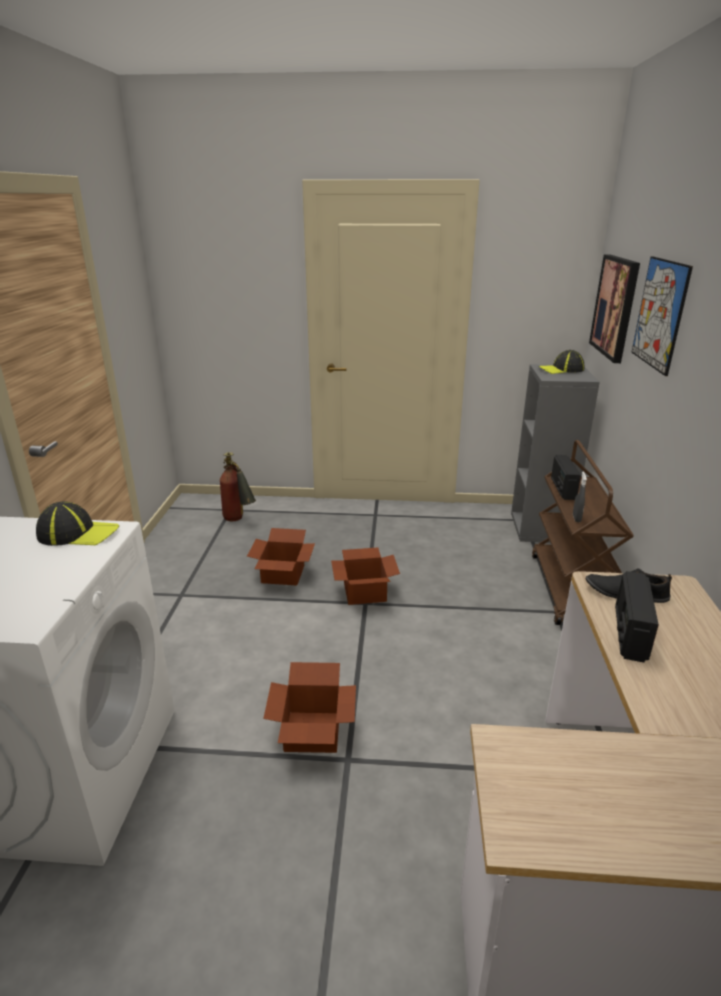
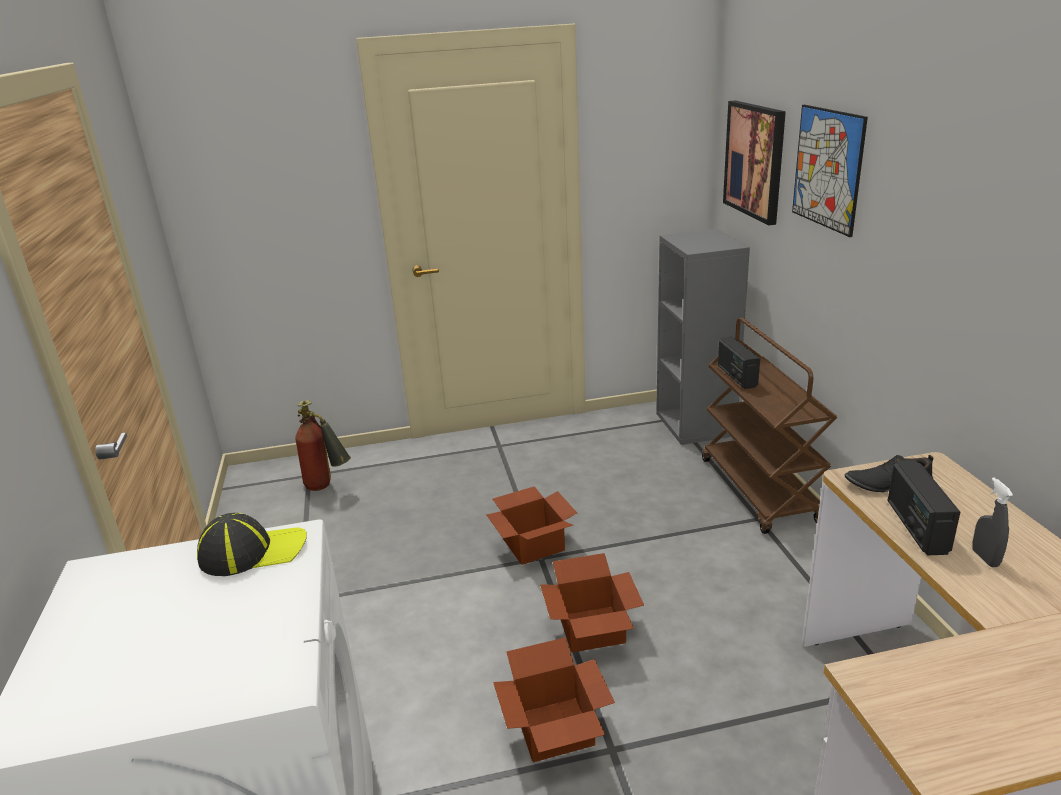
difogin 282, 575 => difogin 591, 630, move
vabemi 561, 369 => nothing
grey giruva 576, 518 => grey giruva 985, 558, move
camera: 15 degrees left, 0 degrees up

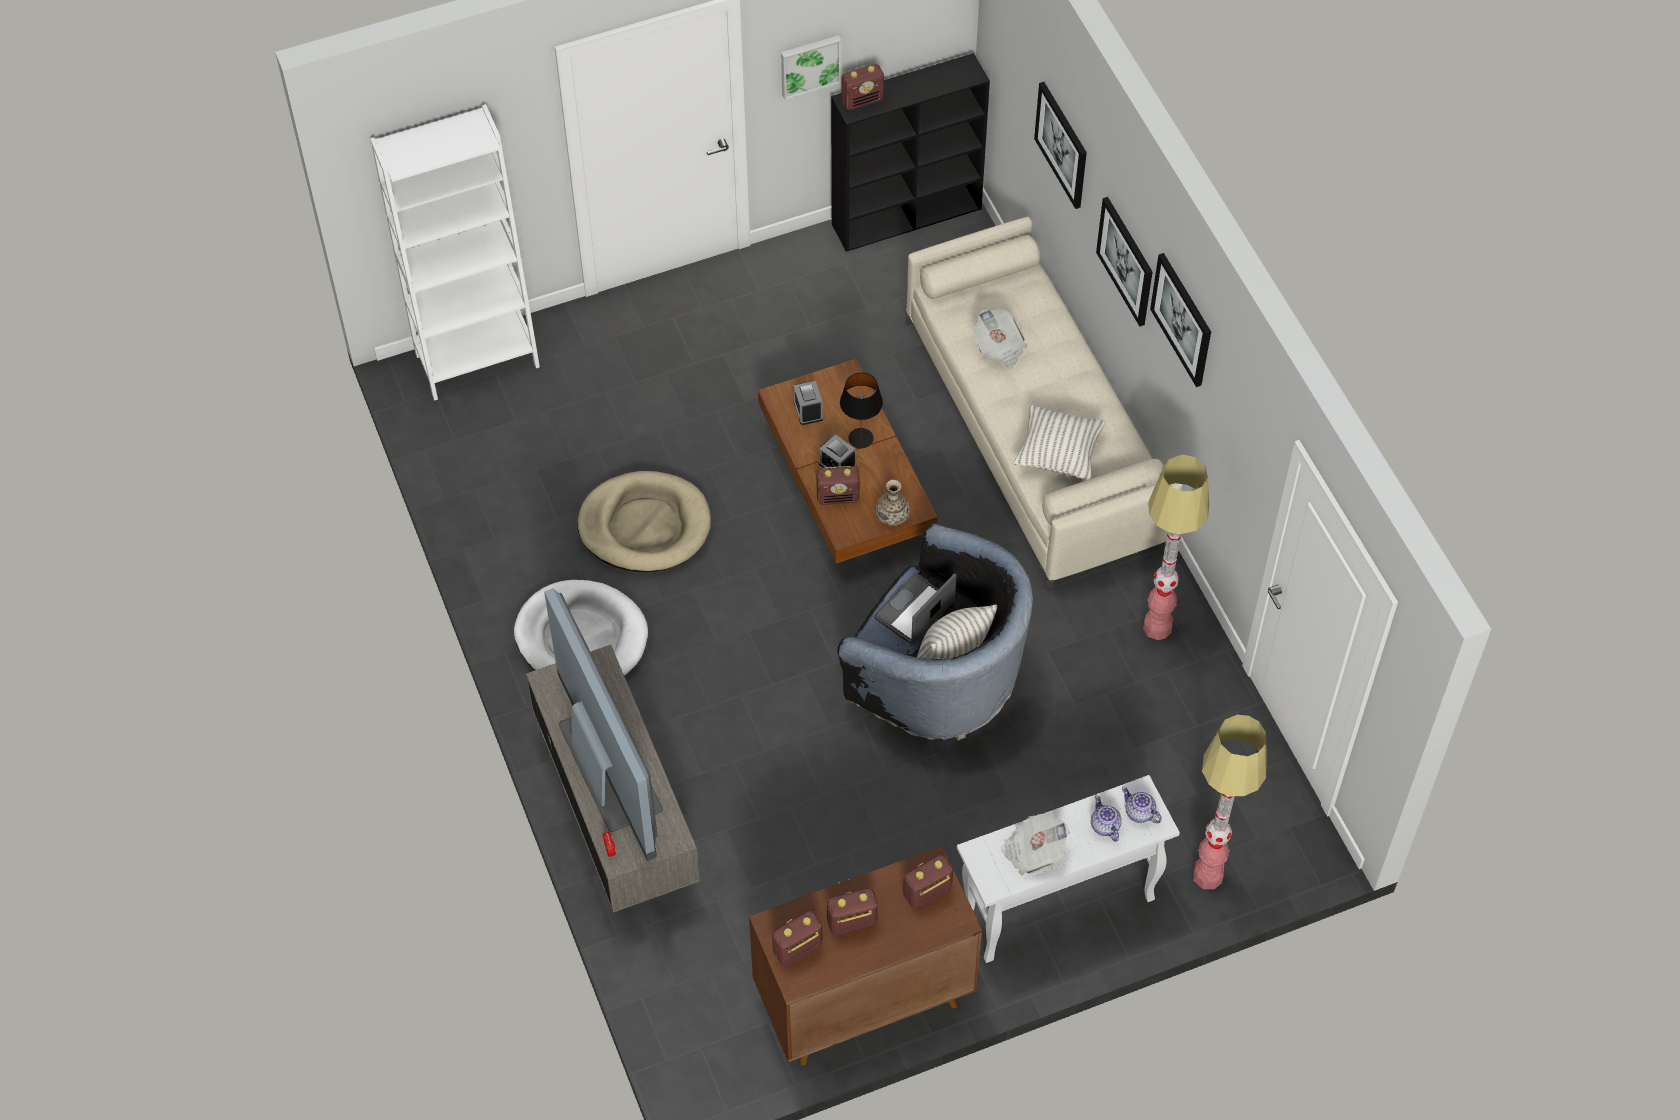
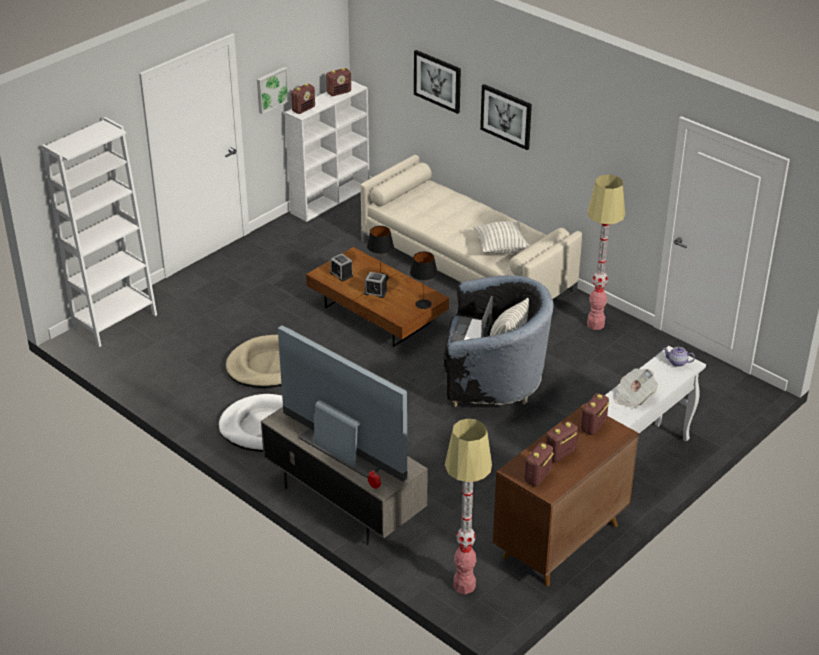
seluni 838, 497 => seluni 339, 92, move
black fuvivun 908, 215 => white fuvivun 331, 199
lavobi 892, 516 => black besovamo 423, 304
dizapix 999, 347 => nothing
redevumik 1105, 826 => nothing
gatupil 1182, 319 => nothing
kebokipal 1207, 876 => kebokipal 464, 586, move
camera: 25 degrees left, 20 degrees down

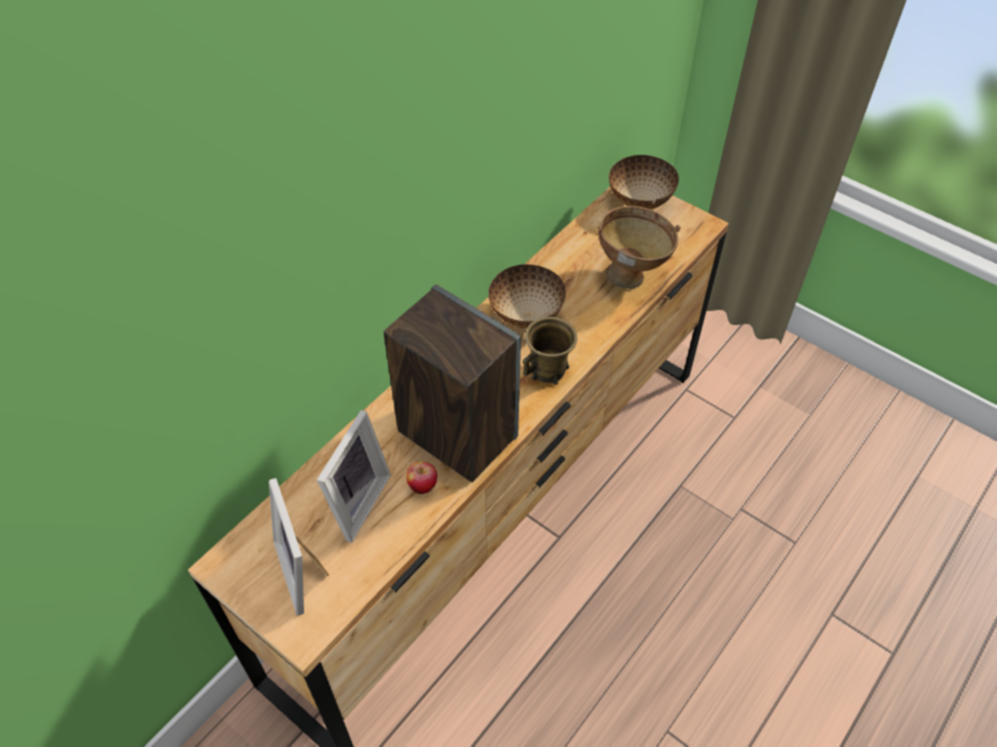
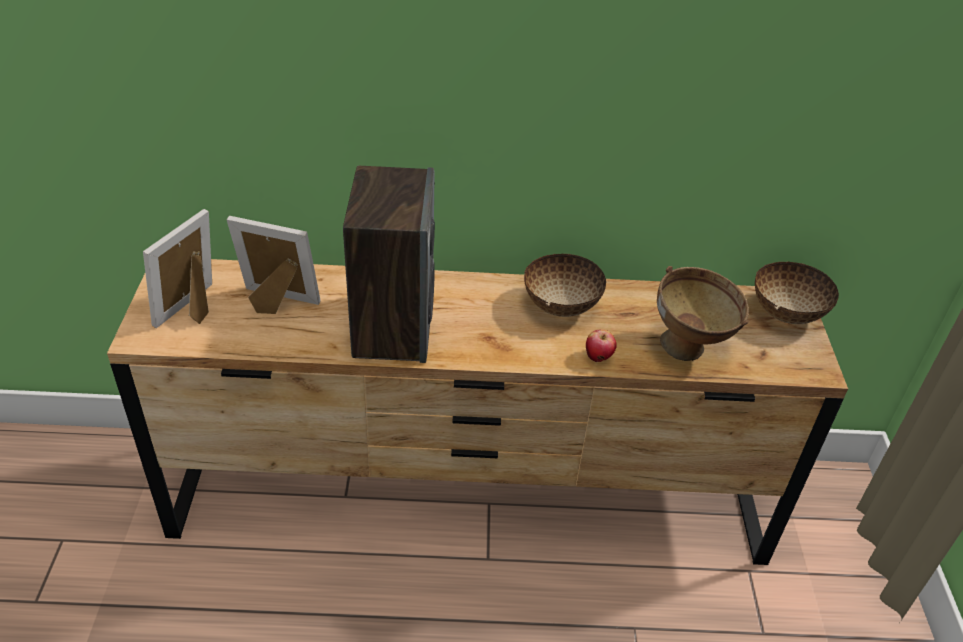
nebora 355, 502 => nebora 277, 304, 150 degrees counterclockwise
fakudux 422, 486 => fakudux 598, 357, move
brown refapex 548, 370 => nothing
camera: 50 degrees right, 10 degrees down

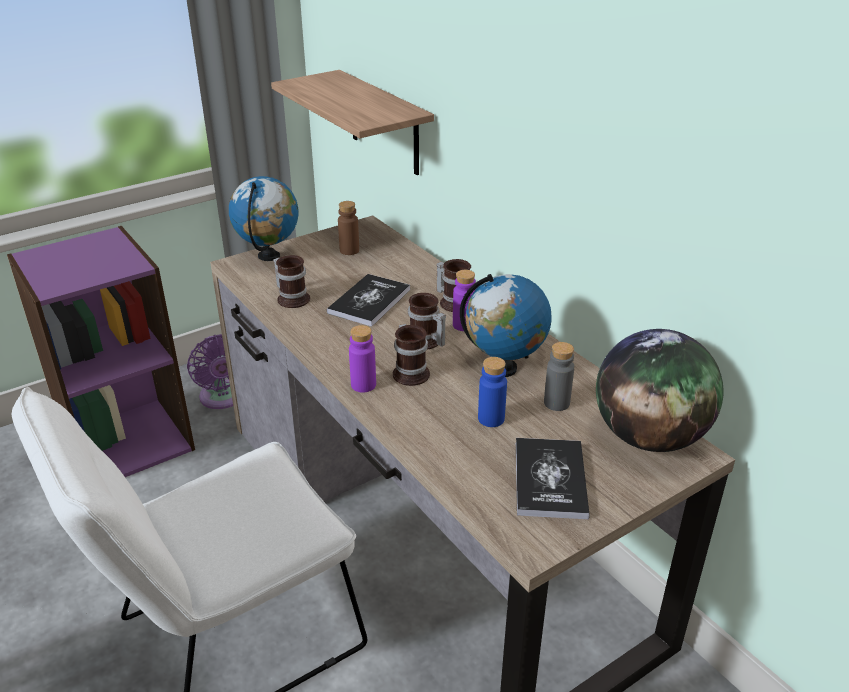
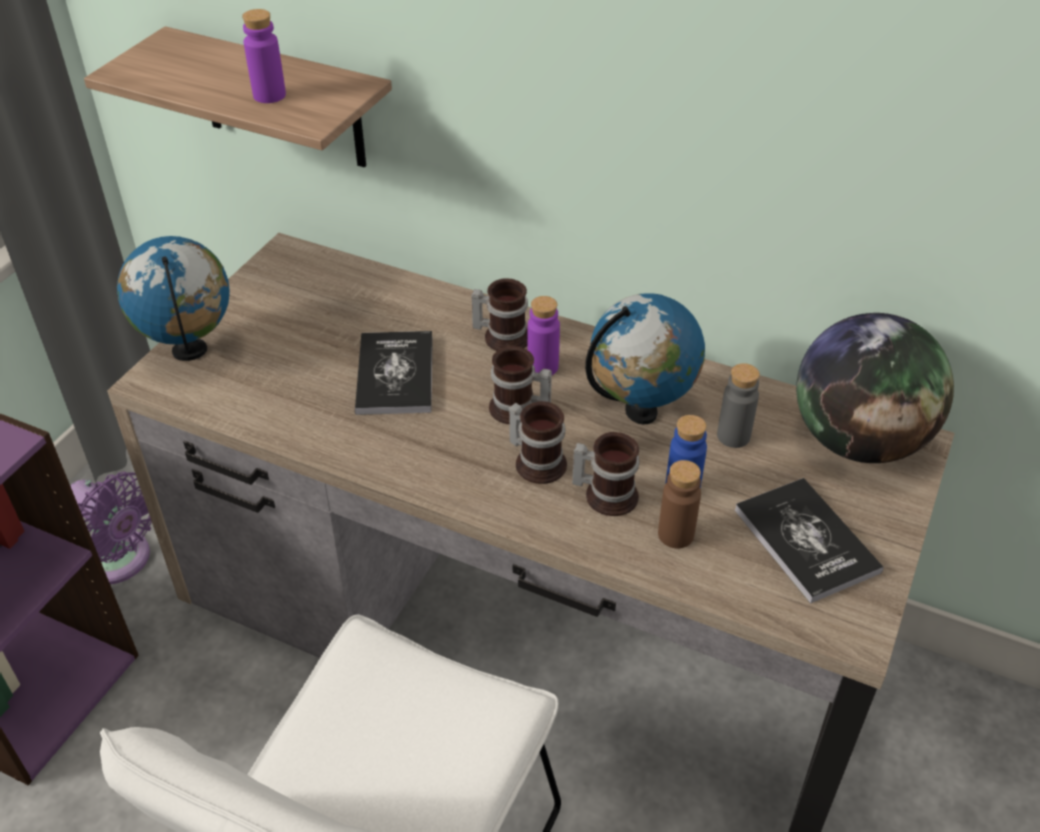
refapex 293, 298 => refapex 607, 493, move
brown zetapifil 349, 250 => brown zetapifil 675, 534, move
purple zetapifil 363, 385 => purple zetapifil 269, 95, move
camera: 30 degrees left, 10 degrees up

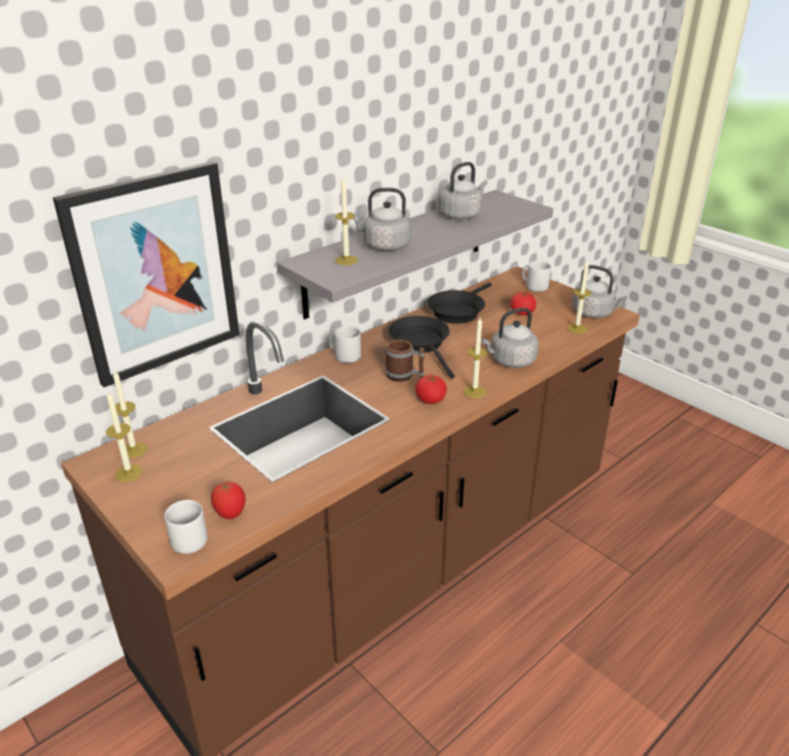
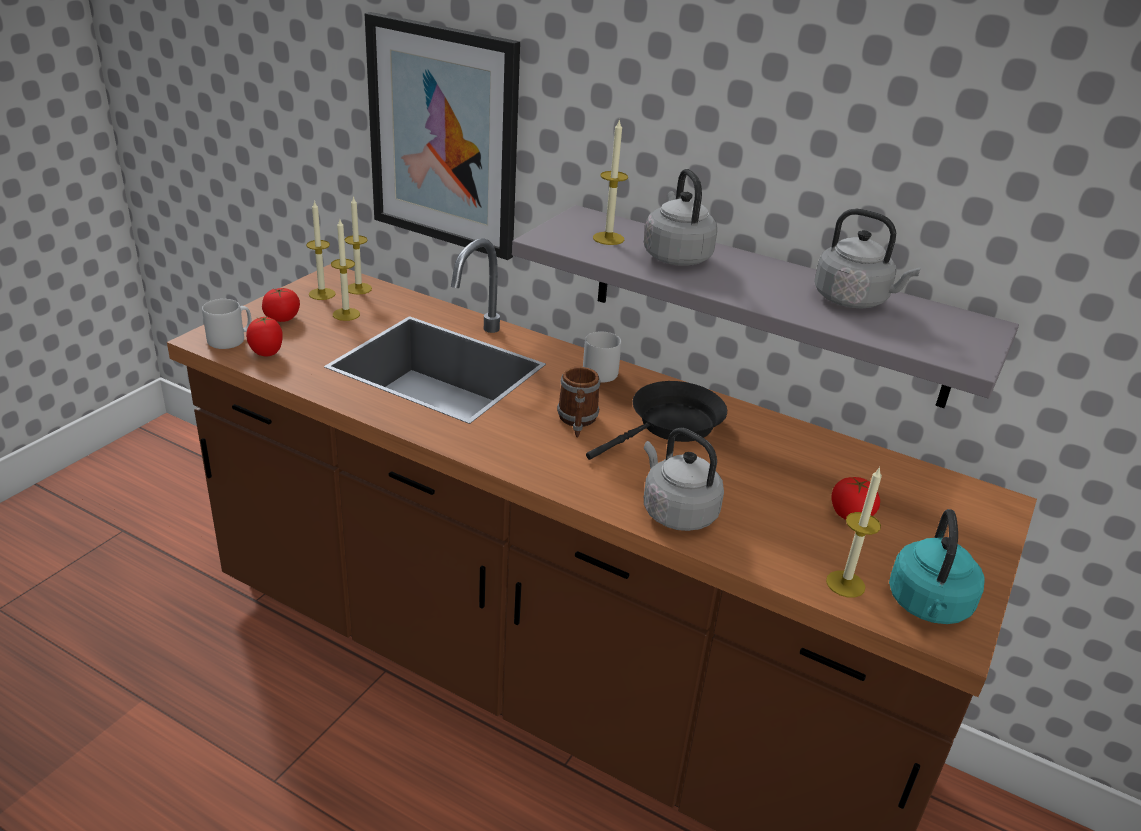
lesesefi 430, 400 => lesesefi 282, 318, move
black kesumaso 458, 311 => nothing
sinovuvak 474, 391 => sinovuvak 346, 314, move
grey refapex 534, 286 => nothing
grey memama 594, 313 => turquoise memama 928, 607
camera: 70 degrees right, 0 degrees up

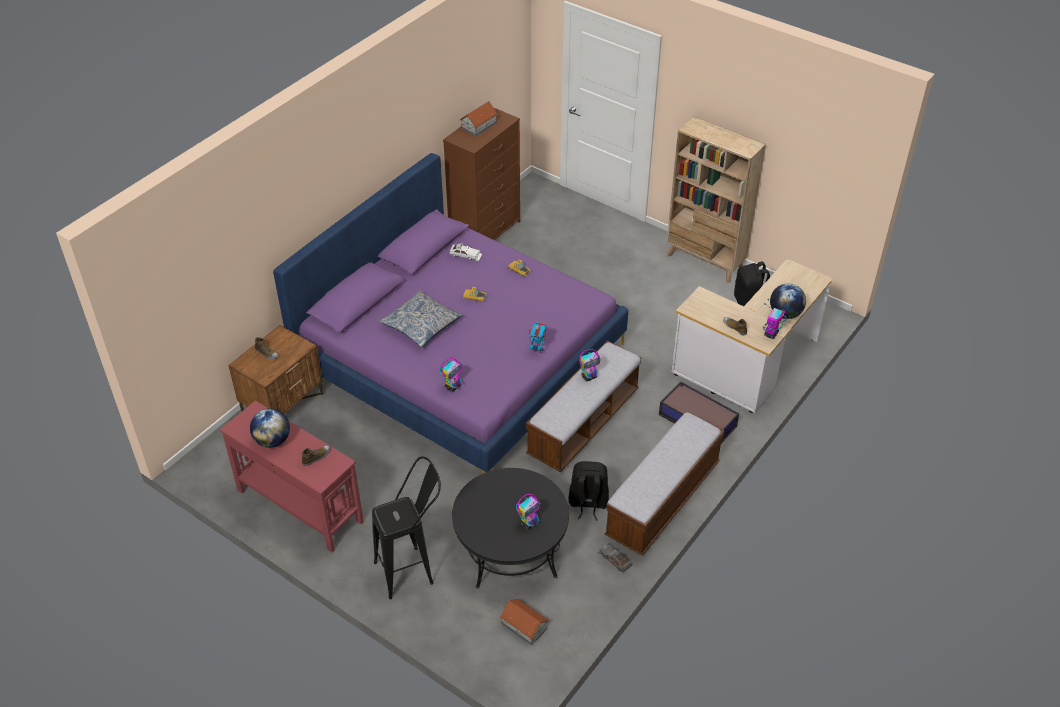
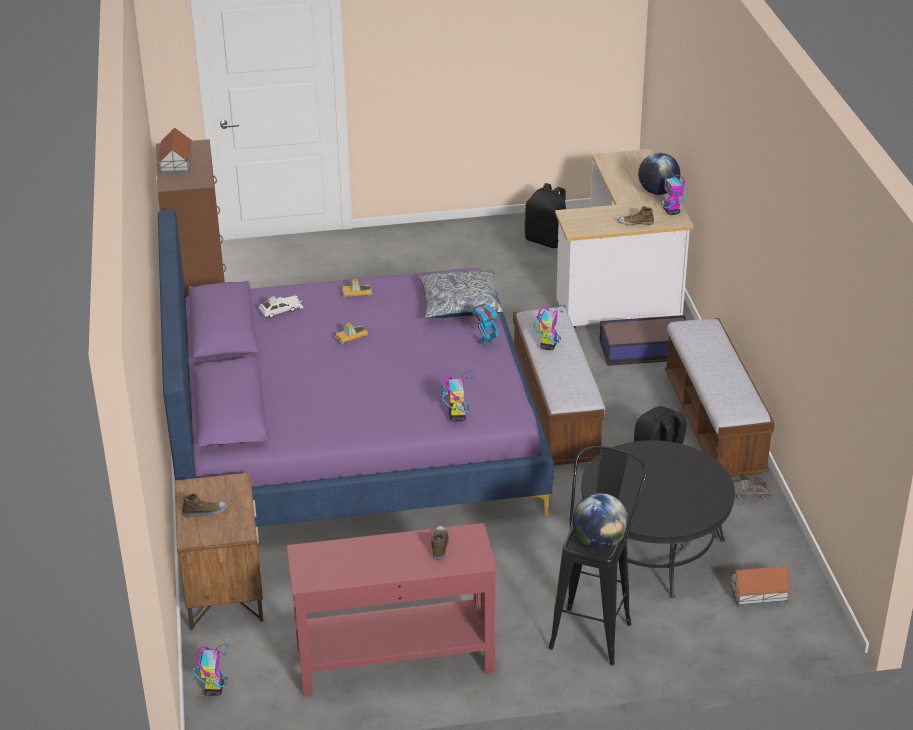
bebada 272, 440 => bebada 599, 542, move
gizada 421, 325 => gizada 460, 304, move
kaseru 529, 523 => kaseru 214, 688, move
beige fuvivun 705, 261 => nothing
camera: 45 degrees left, 10 degrees down

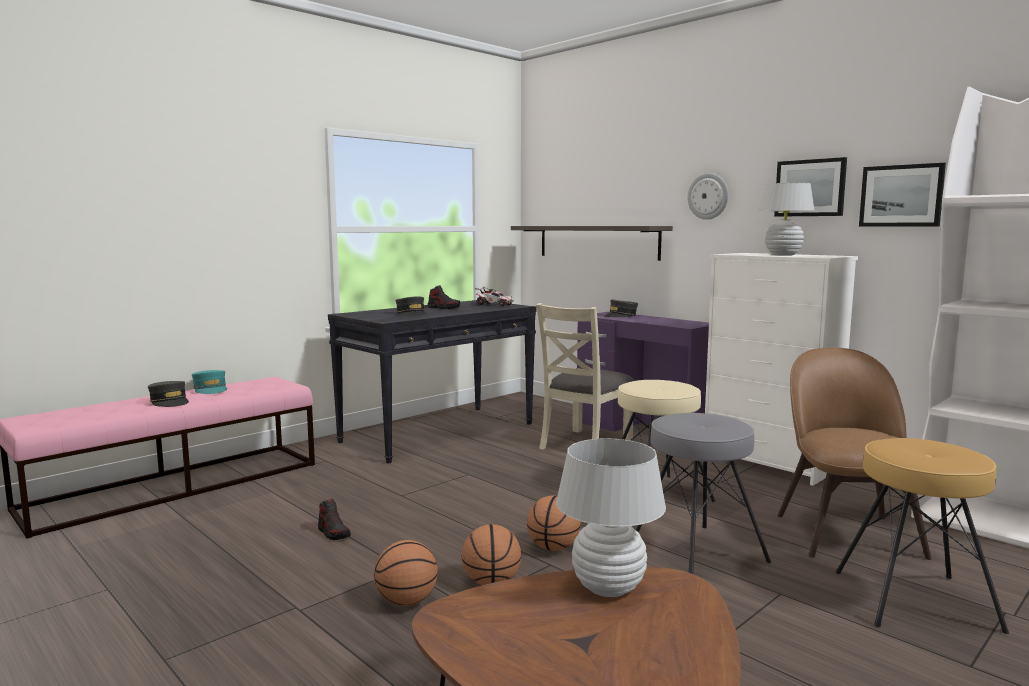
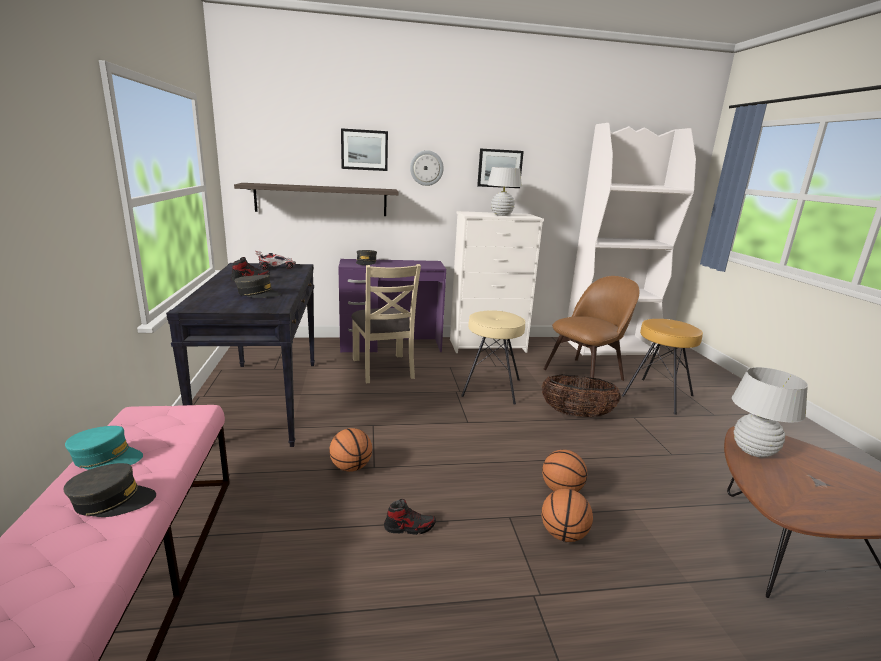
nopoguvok 553, 548 => nopoguvok 351, 467, move
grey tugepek 696, 553 => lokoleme 576, 414
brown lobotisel 846, 533 => brown lobotisel 585, 373, 105 degrees clockwise
gatupil 901, 196 => gatupil 364, 150, move
camera: 55 degrees left, 10 degrees up

